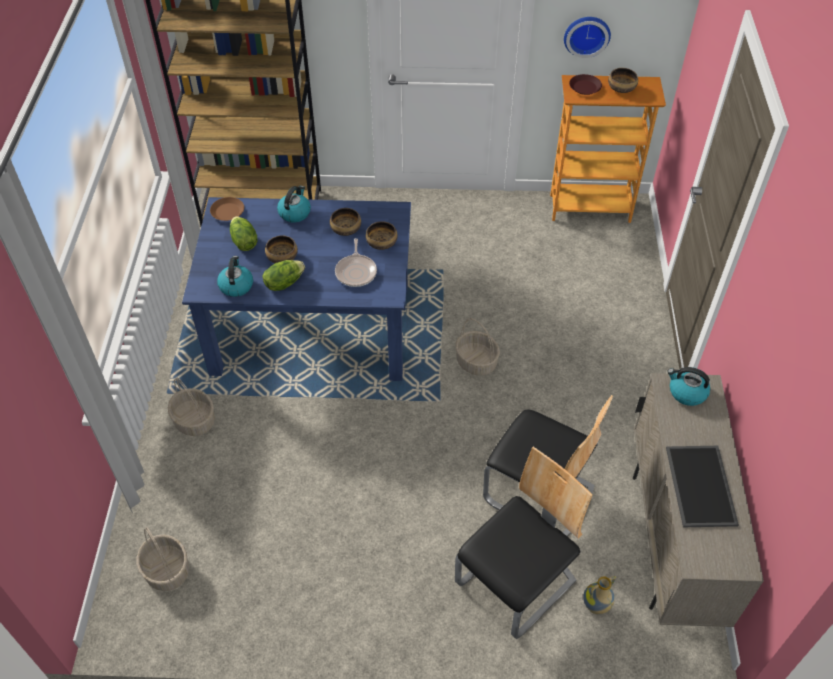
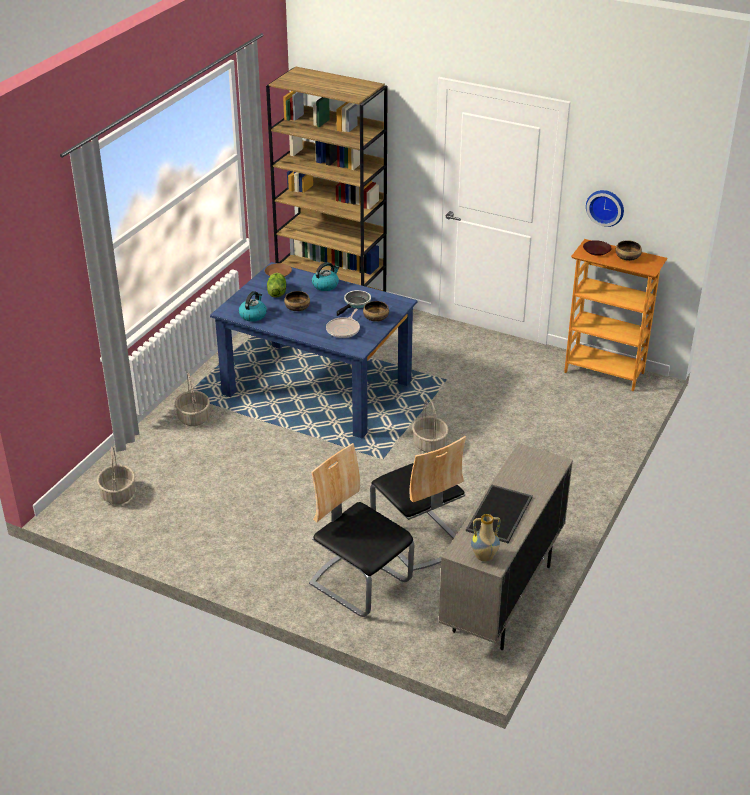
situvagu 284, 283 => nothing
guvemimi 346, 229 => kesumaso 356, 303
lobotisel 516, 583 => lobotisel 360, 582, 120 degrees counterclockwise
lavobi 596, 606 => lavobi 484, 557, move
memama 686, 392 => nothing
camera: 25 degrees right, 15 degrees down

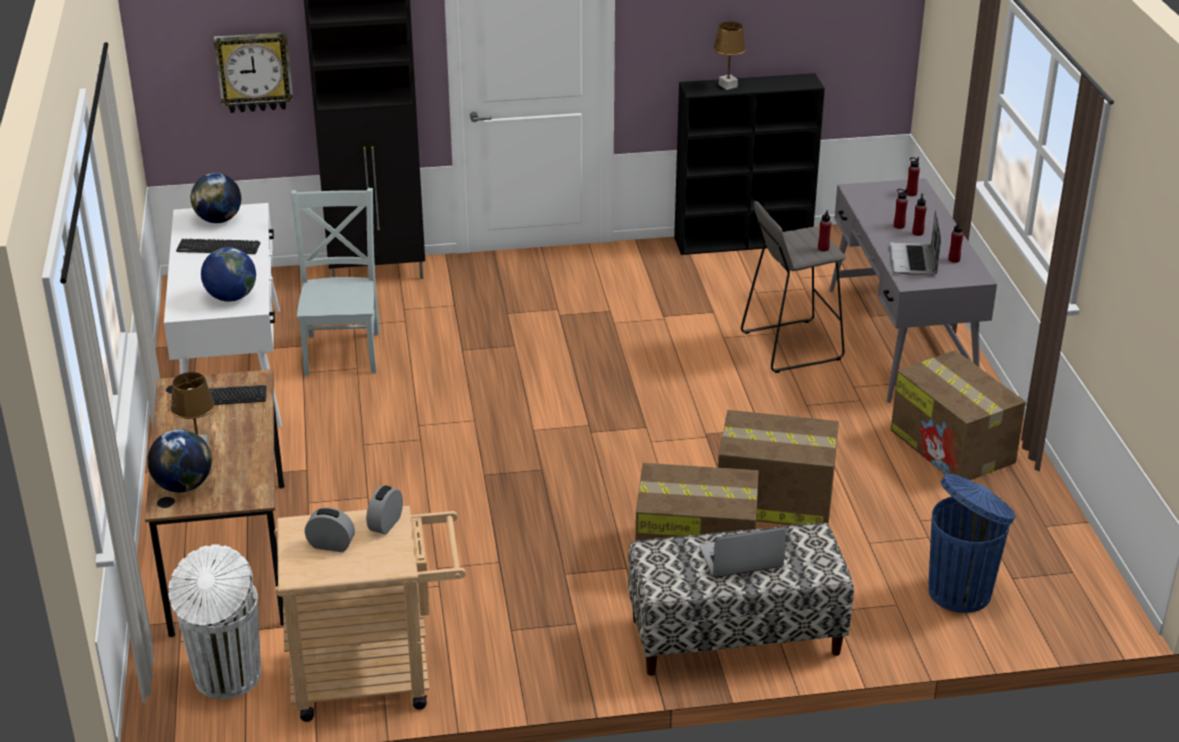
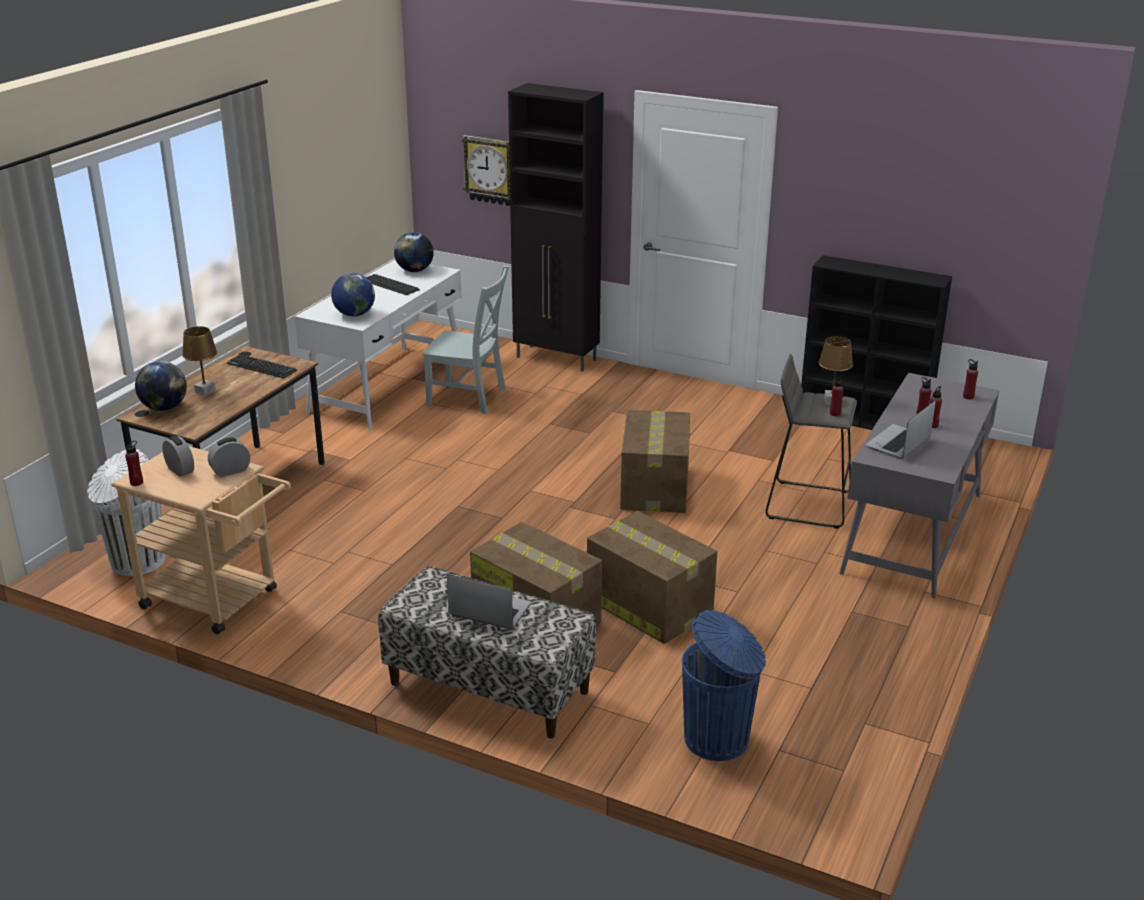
grey lobotisel 343, 350 => grey lobotisel 470, 398, 75 degrees clockwise
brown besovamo 727, 86 => brown besovamo 831, 401, move
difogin 953, 447 => difogin 654, 488, move
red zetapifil 954, 259 => red zetapifil 137, 482, move
camera: 35 degrees right, 5 degrees down

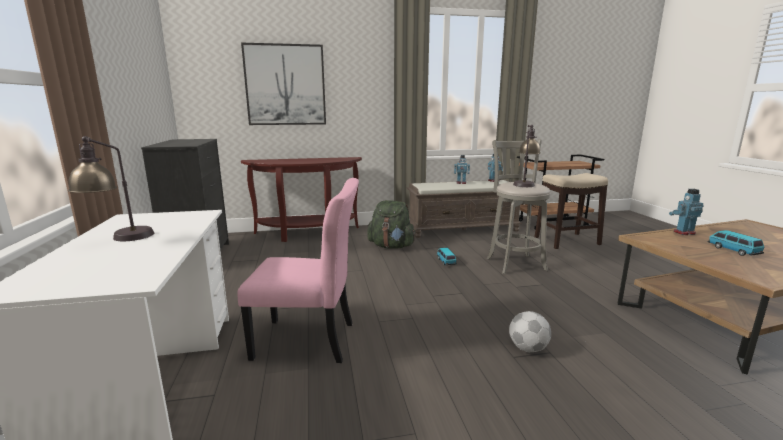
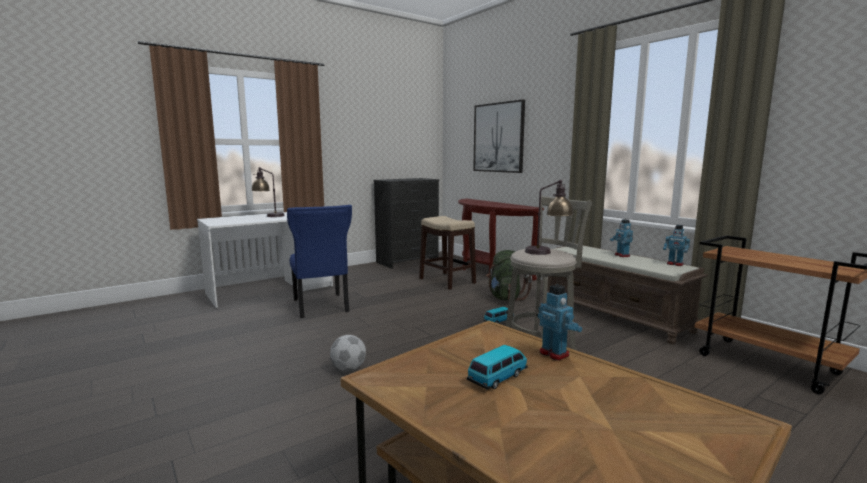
pink lobotisel 309, 341 => blue lobotisel 321, 306
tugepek 567, 241 => tugepek 447, 281, move
camera: 65 degrees right, 5 degrees down

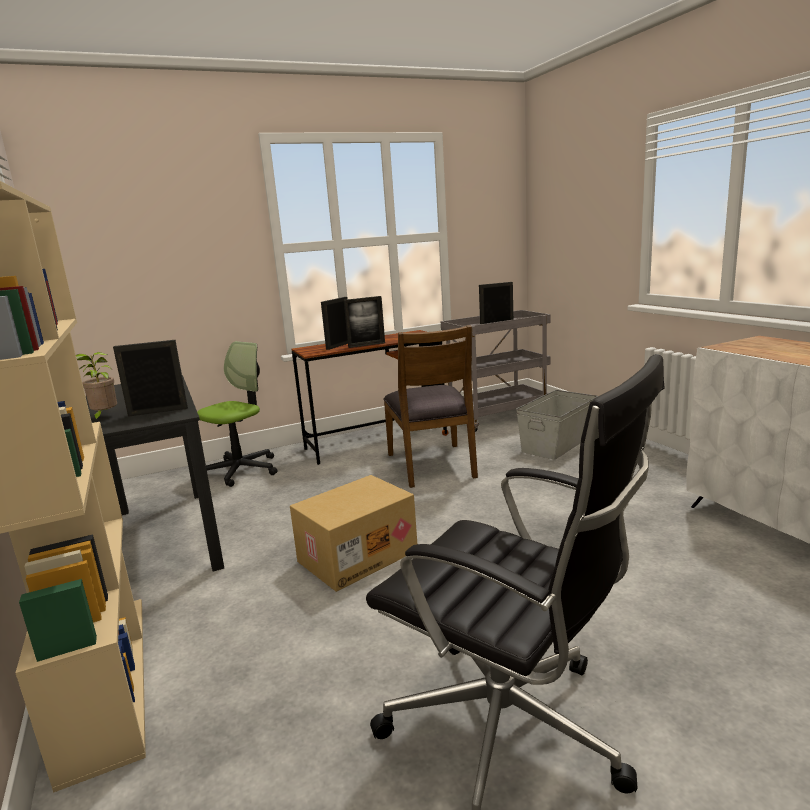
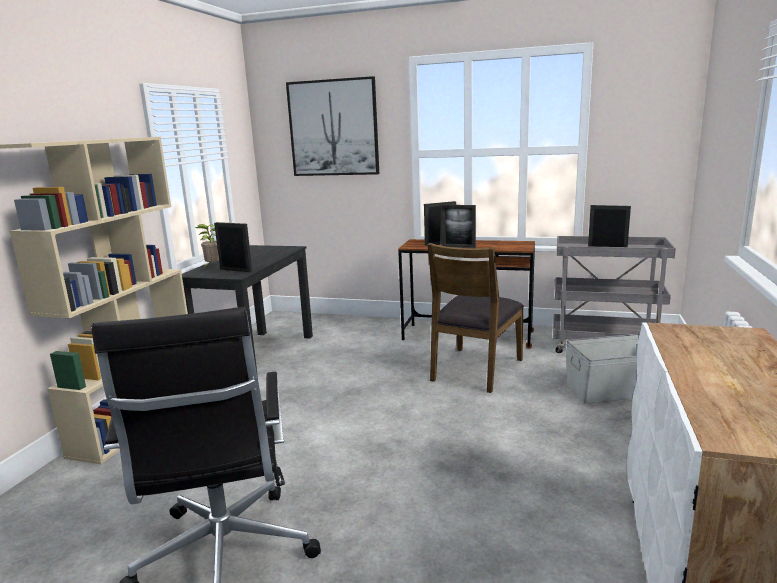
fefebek 241, 470 => nothing
difogin 357, 555 => nothing
nothing => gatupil 333, 128
camera: 40 degrees right, 0 degrees up

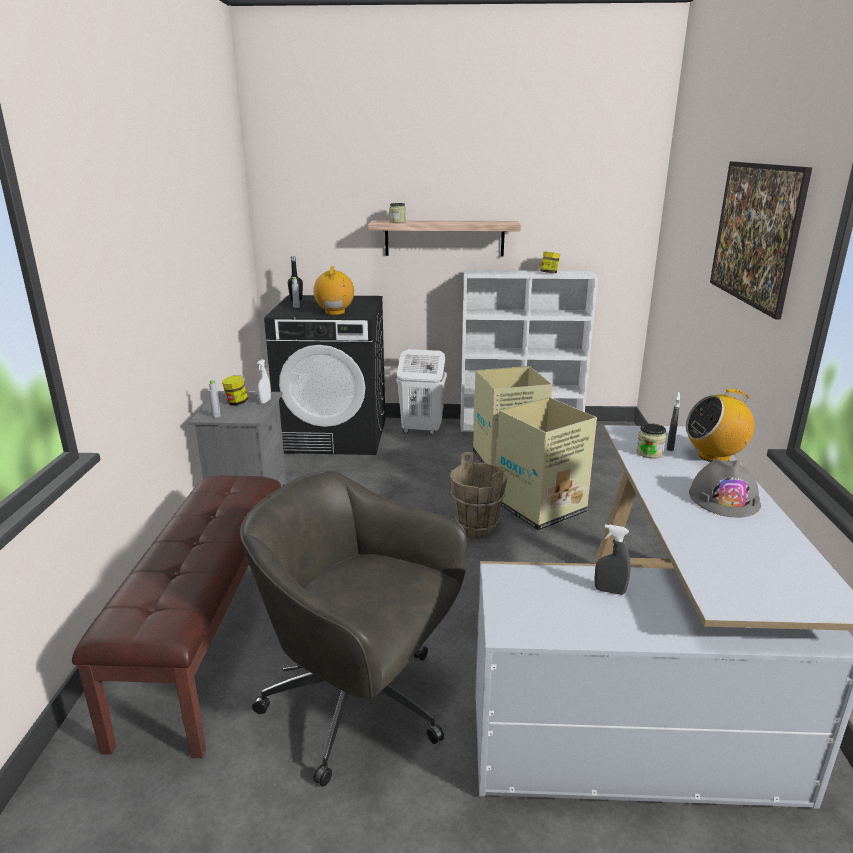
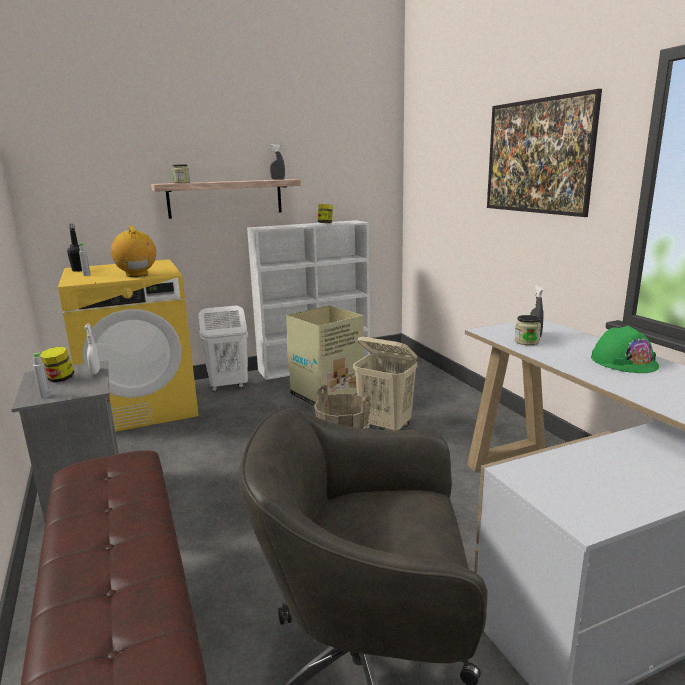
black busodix 335, 435 => yellow busodix 142, 407
difogin 541, 508 => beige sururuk 386, 427
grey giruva 609, 591 => grey giruva 278, 179, move
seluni 714, 456 => nothing
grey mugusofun 724, 499 => green mugusofun 624, 361
camera: 25 degrees left, 5 degrees down

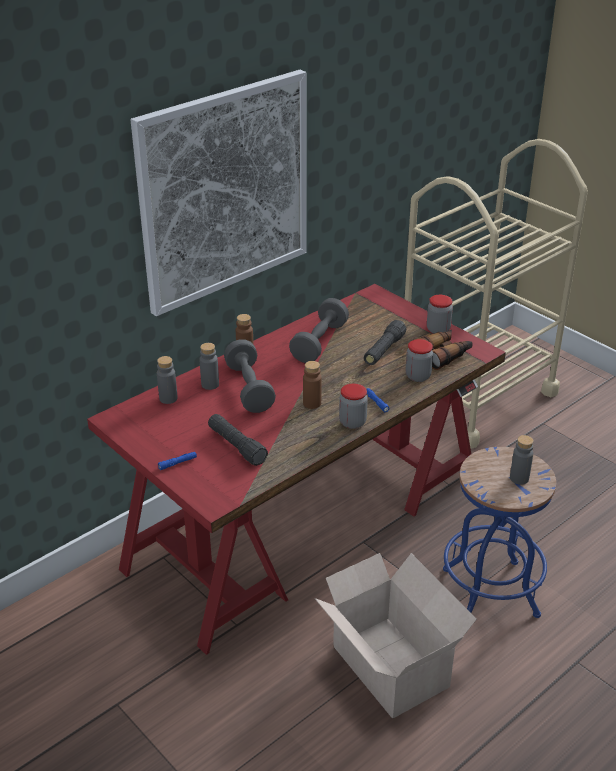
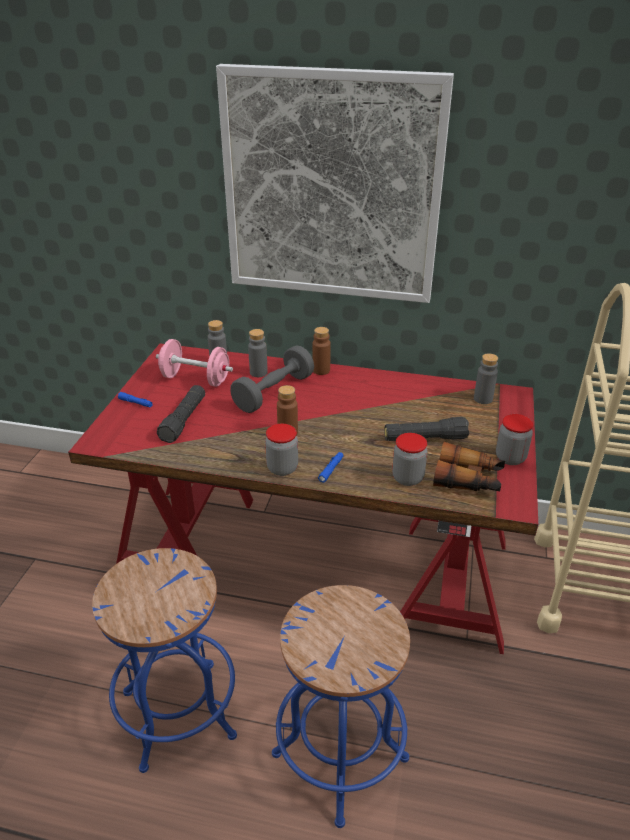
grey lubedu 319, 343 => nothing
difogin 389, 663 => blue tugepek 178, 713
grey zetapifil 519, 478 => grey zetapifil 483, 399, move
nothing => pink lubedu 195, 379
camera: 55 degrees right, 0 degrees up

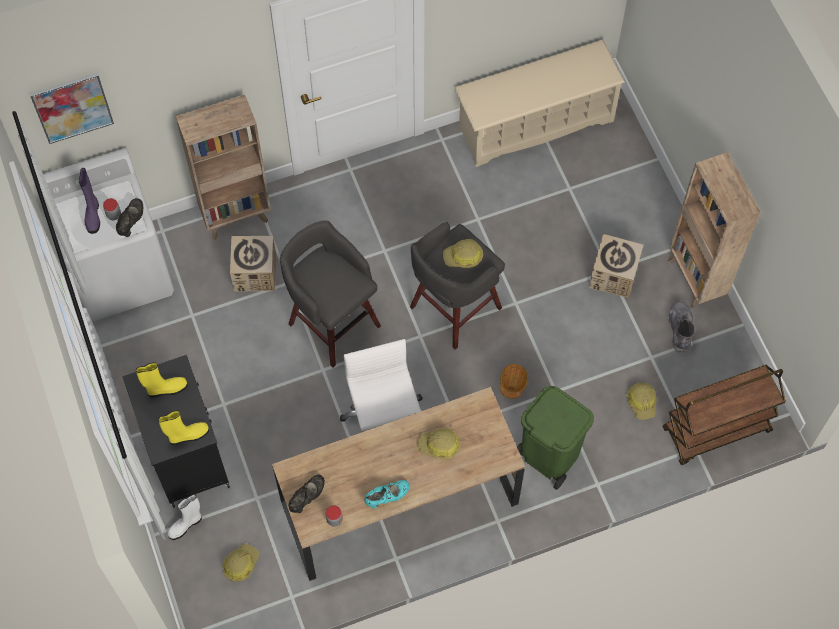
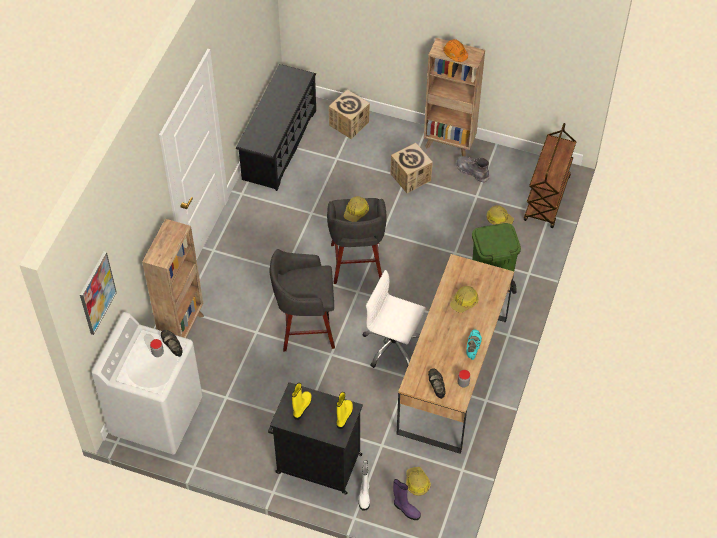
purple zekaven 93, 215 => purple zekaven 406, 509, move
difogin 255, 273 => difogin 349, 124, move
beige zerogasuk 535, 123 => black zerogasuk 279, 145
orange mugusofun 513, 382 => orange mugusofun 455, 54, move
camera: 50 degrees left, 10 degrees down

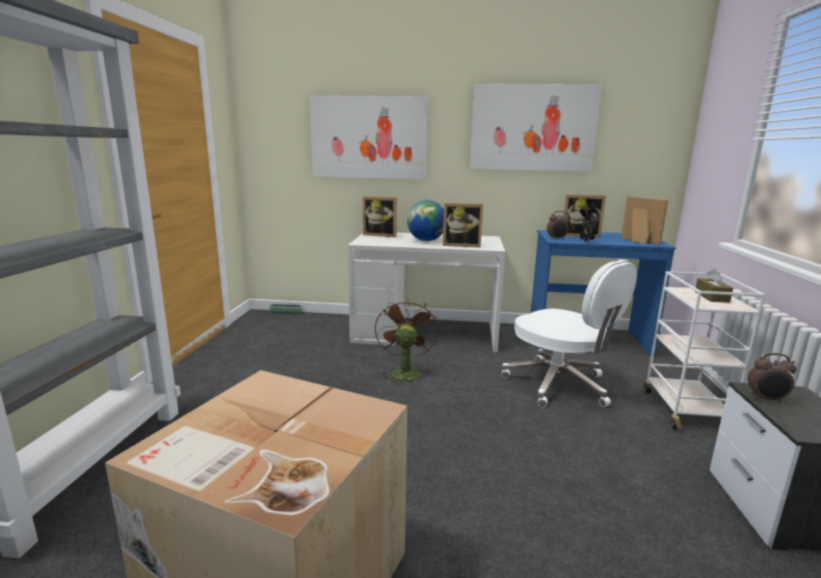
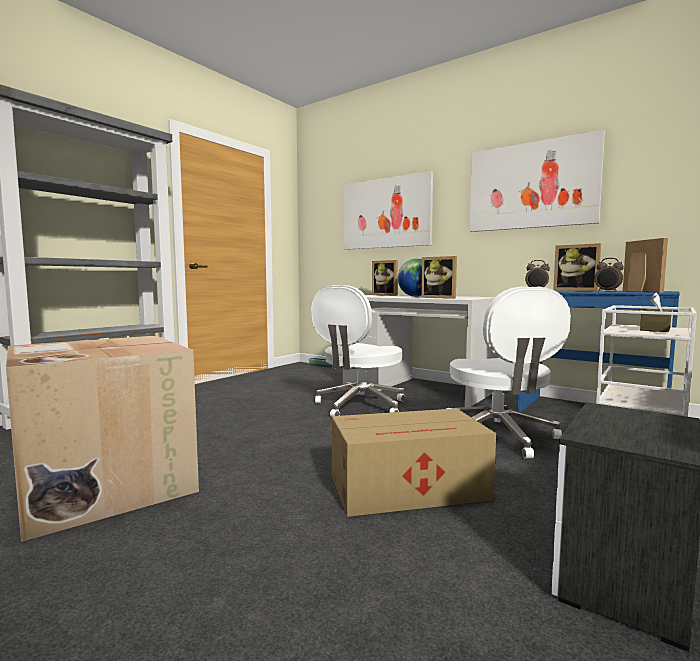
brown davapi 404, 372 => white fefebek 359, 406
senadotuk 586, 242 => nothing
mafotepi 766, 399 => mafotepi 607, 291, move
nothing => difogin 410, 488
camera: 30 degrees right, 10 degrees down

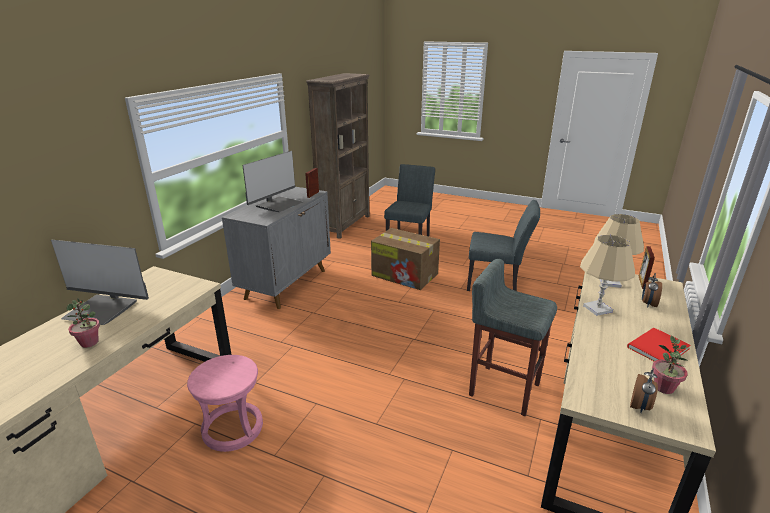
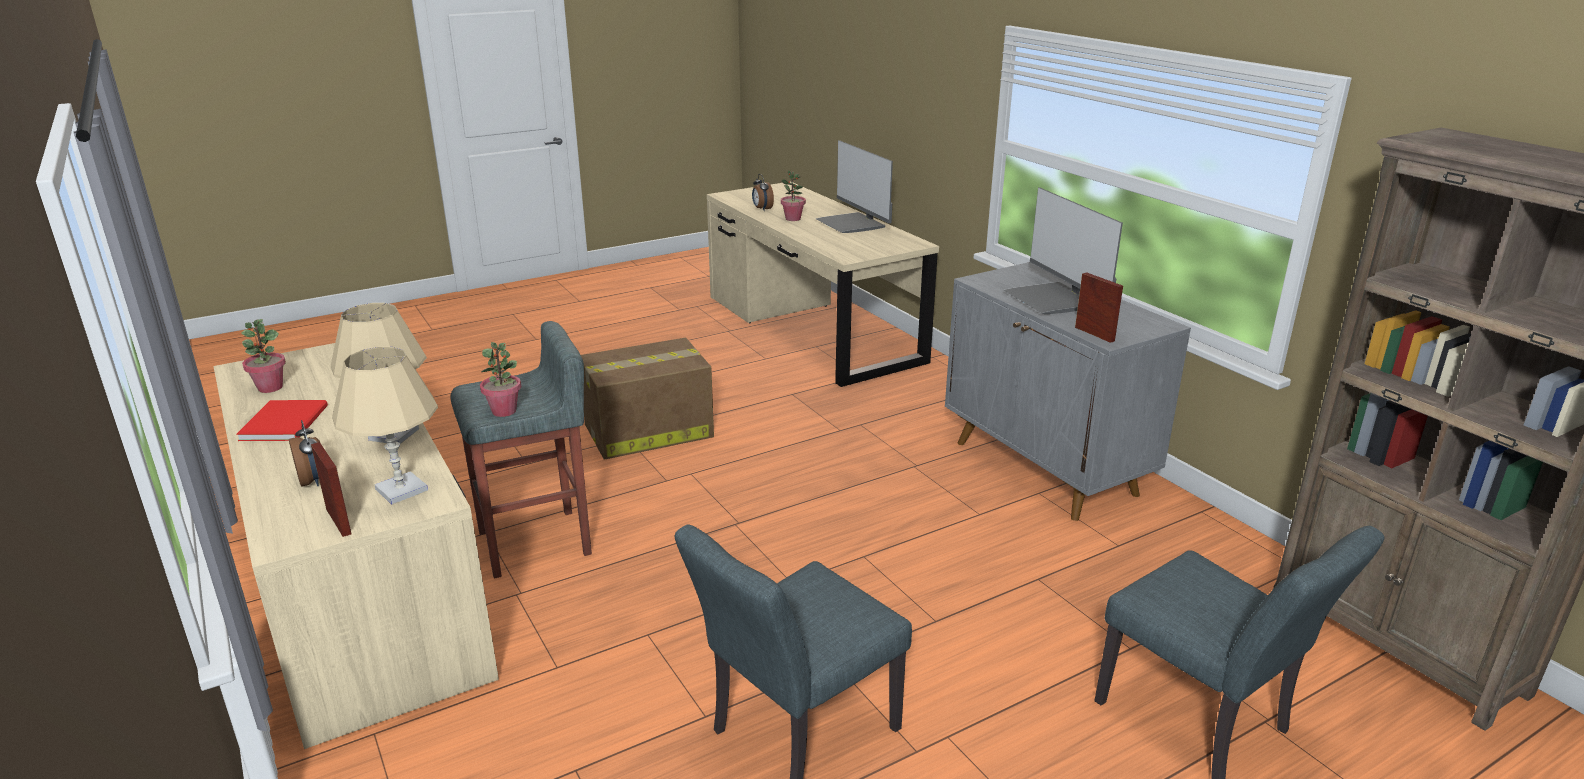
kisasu 102, 309 => kisasu 852, 224, 75 degrees counterclockwise
pink tugepek 233, 428 => nothing
difogin 405, 275 => difogin 647, 431, move
mafotepi 640, 407 => mafotepi 762, 209, move
nothing => senadotuk 504, 411
camera: 125 degrees right, 0 degrees up

